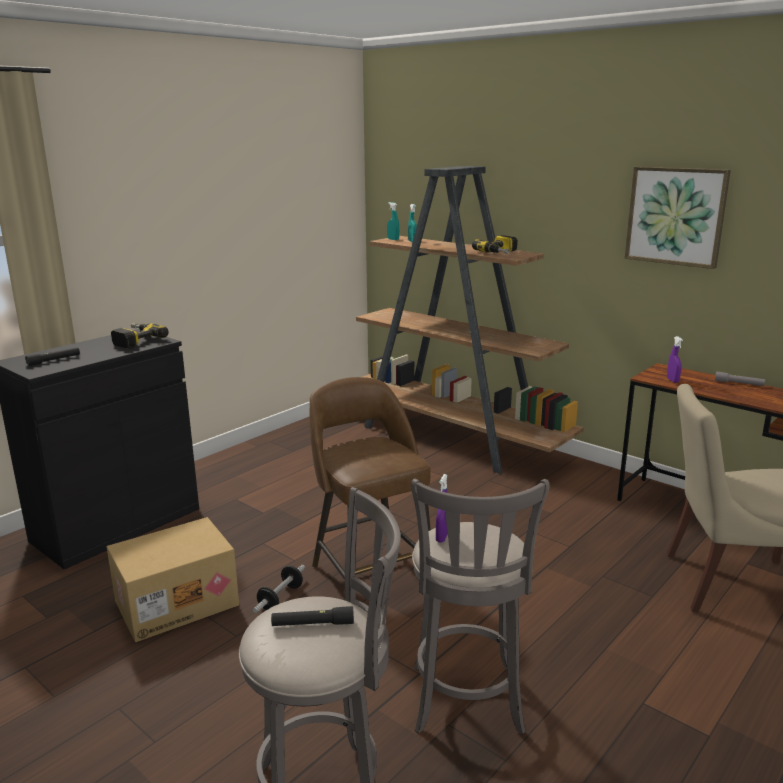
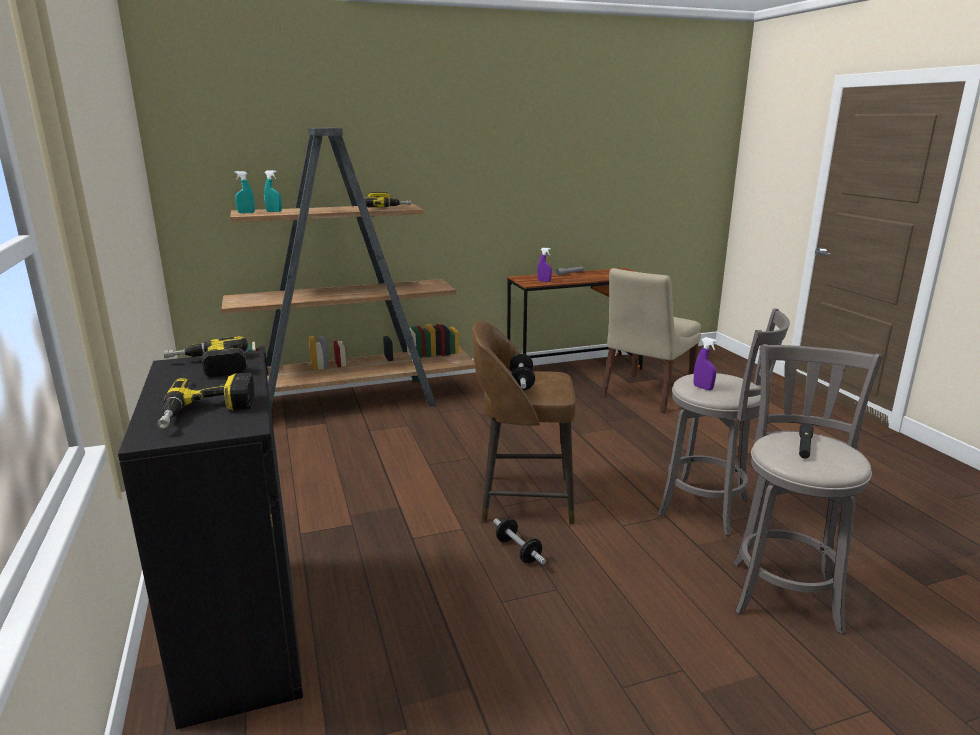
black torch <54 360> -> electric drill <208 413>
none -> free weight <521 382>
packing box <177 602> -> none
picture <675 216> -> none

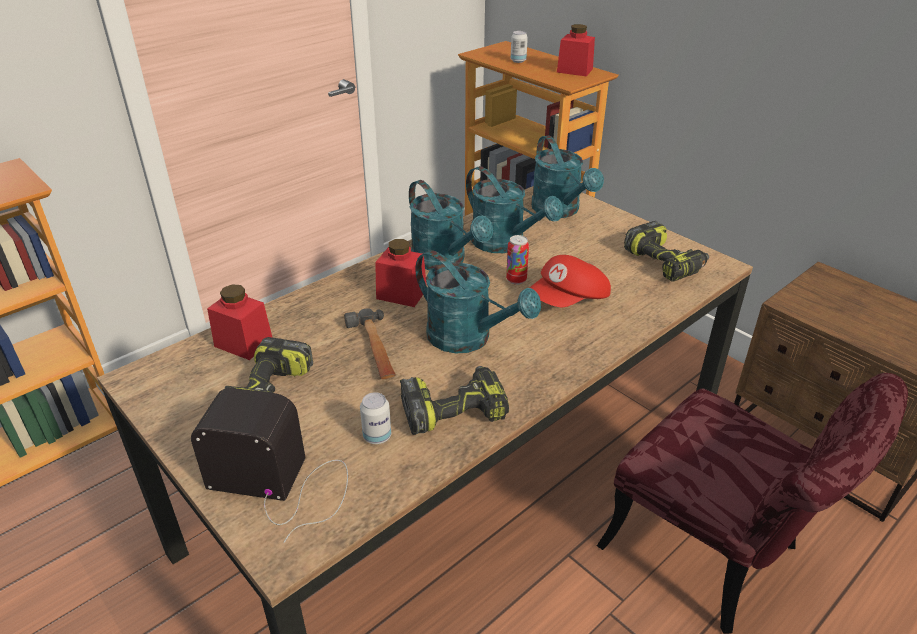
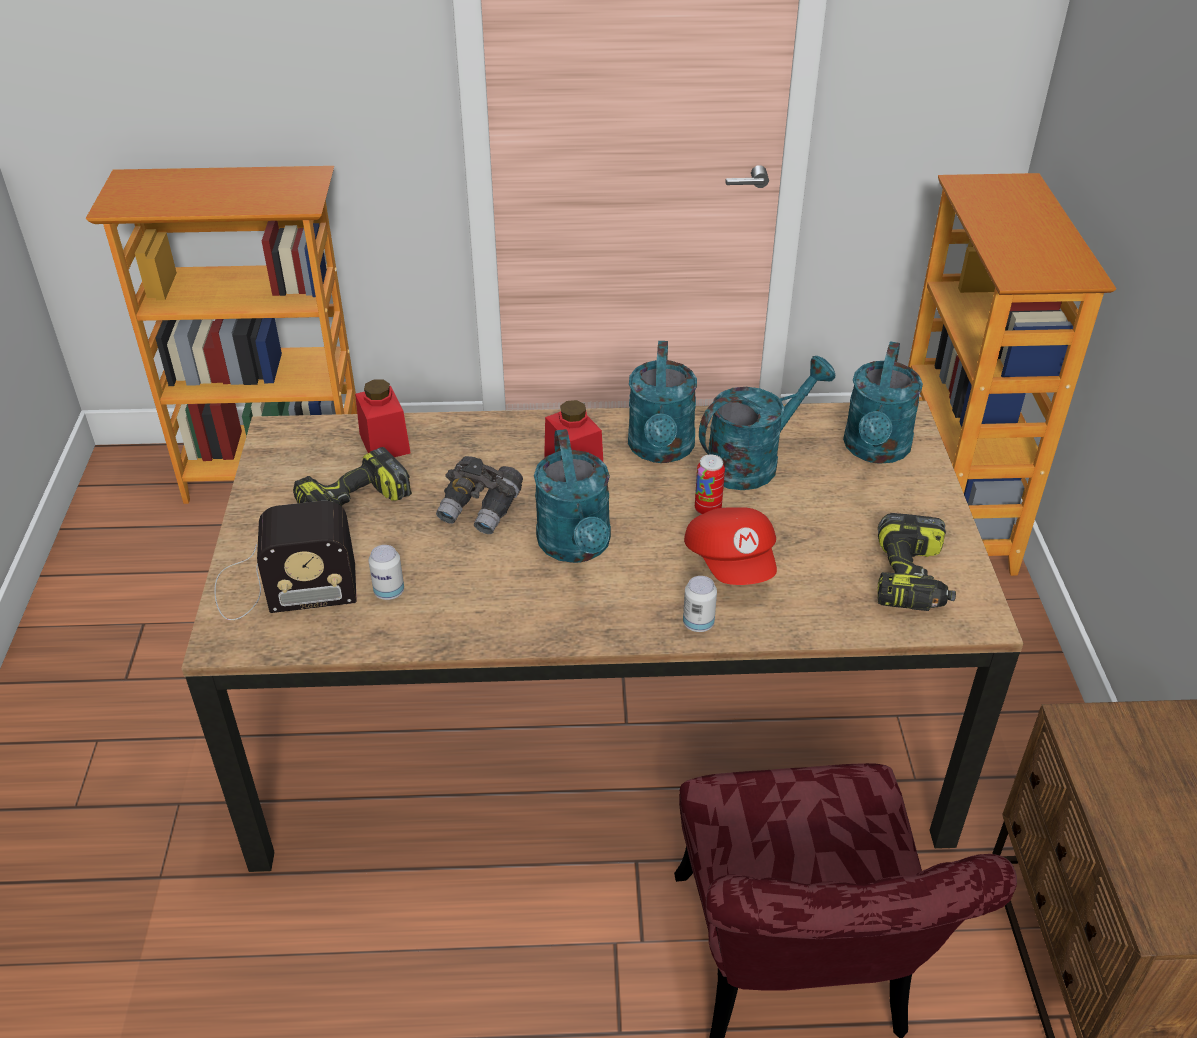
radio set <283 483> -> radio set <281 587>, 120 degrees clockwise
tool hammer <374 349> -> gray pair of binoculars <481 509>
metal can <518 61> -> metal can <698 623>, shifted
red-coloured peaked cap <569 301> -> red-coloured peaked cap <732 563>, 105 degrees counterclockwise
blue-green watering can <505 244> -> blue-green watering can <753 461>, 120 degrees counterclockwise
electric drill <454 409> -> none
red-coloured preserve jar <574 70> -> none

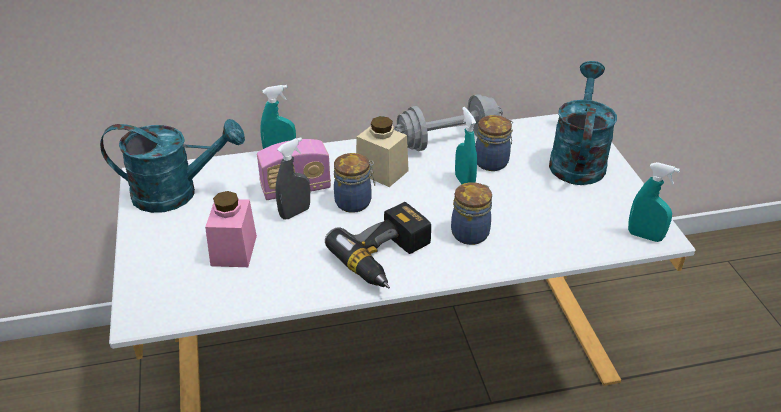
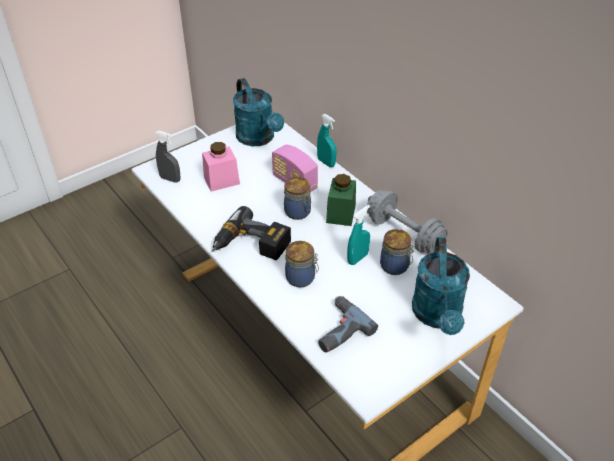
gray sprayer <295 213> -> gray sprayer <170 179>, shifted
none -> electric drill <338 329>
sand-coloured preserve jar <382 171> -> green-coloured preserve jar <341 213>
blue-green watering can <577 159> -> blue-green watering can <438 316>, 105 degrees clockwise
blue-green sprayer <645 236> -> none

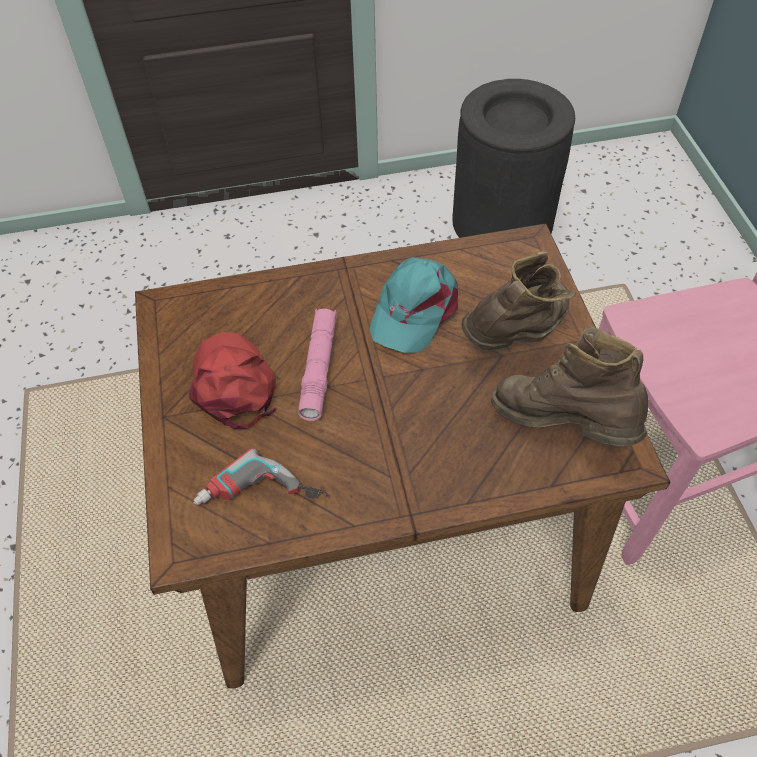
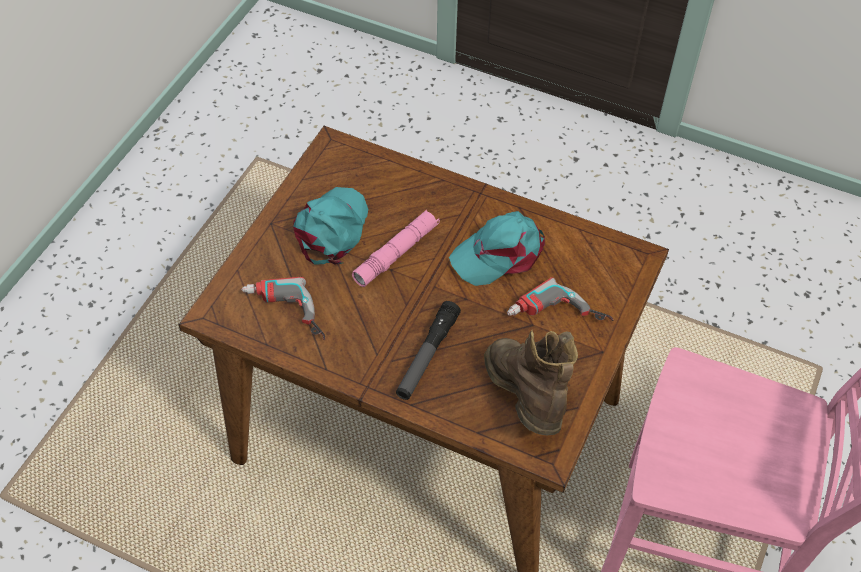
red-coloured peaked cap <233 384> -> blue-green peaked cap <331 229>
none -> torch <427 355>
brown high-top boot <518 336> -> electric drill <557 319>
black waste bin <503 221> -> none

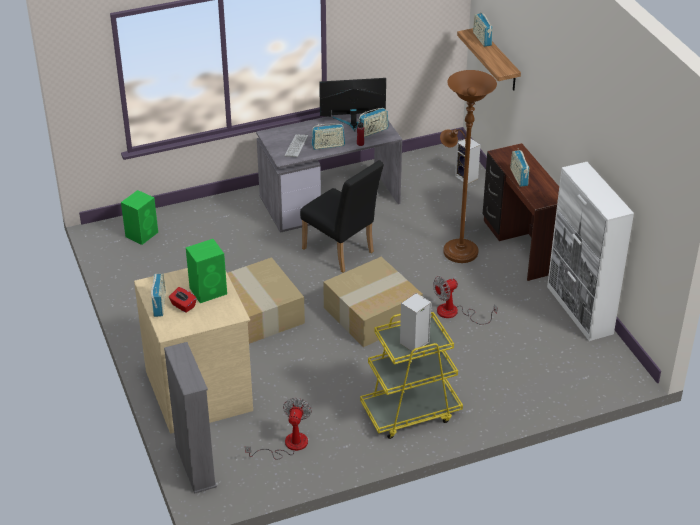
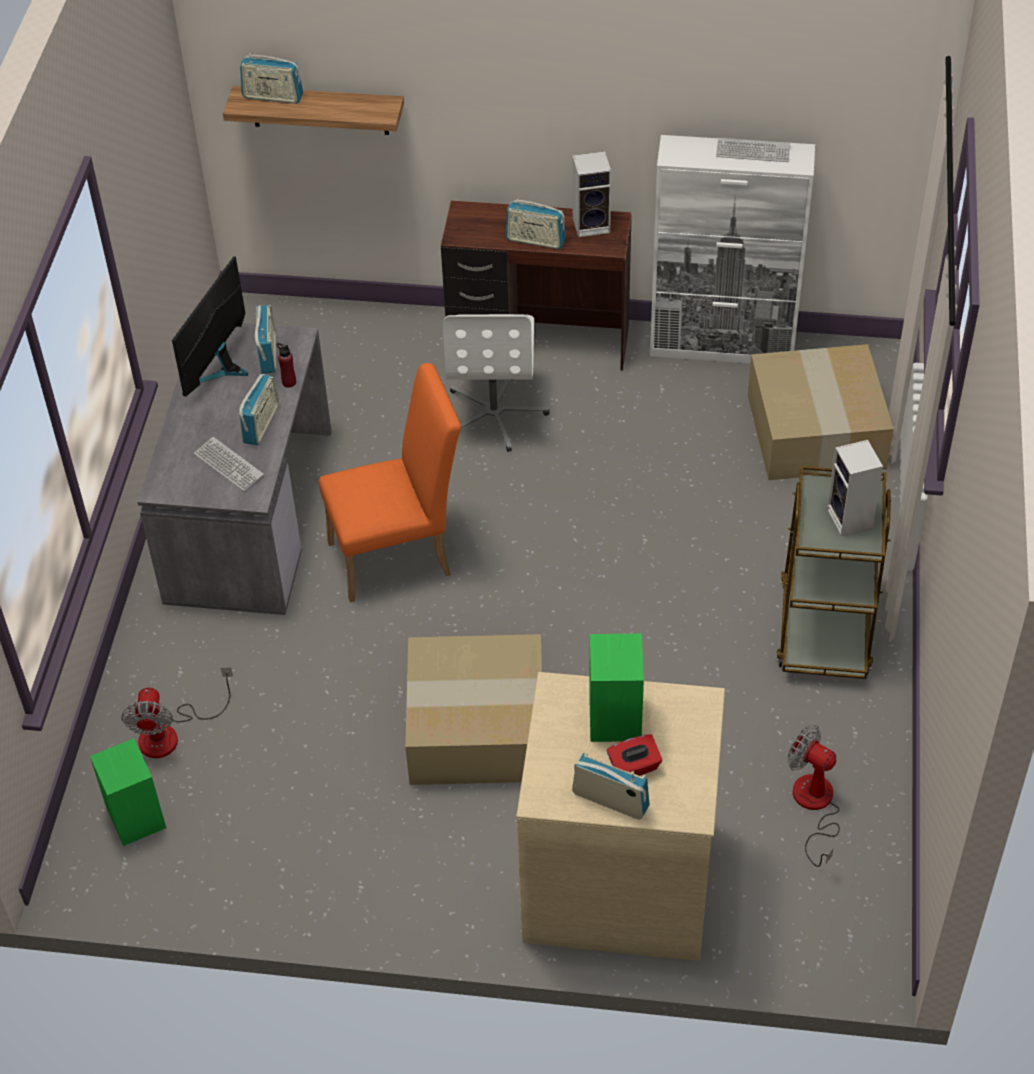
fan <455 313> -> fan <171 733>, shifted
black chair <341 252> -> orangey chair <399 556>
brown floor lamp <458 249> -> whitish office chair <495 414>
audio speaker <467 177> -> audio speaker <592 224>, shifted
none -> PC keyboard <753 151>
packing box <372 315> -> packing box <818 433>, shifted
yellow-coloured trolley <410 412> -> brown trolley <824 626>
gray shelving unit <195 466> -> none

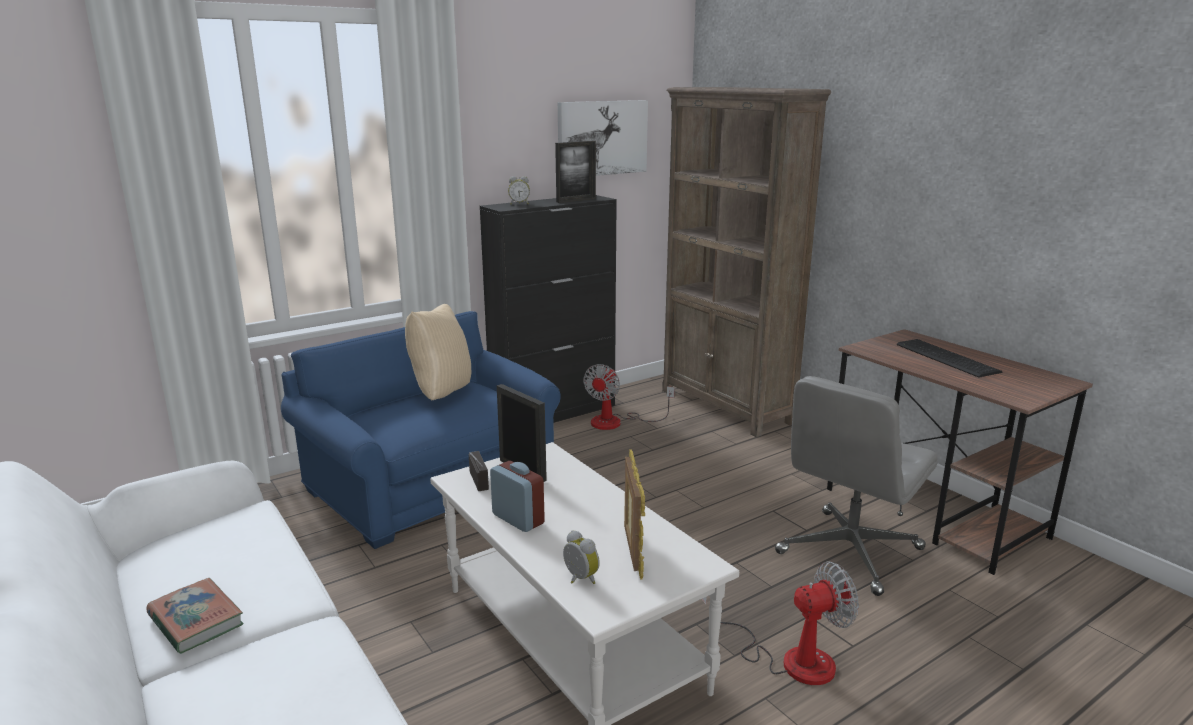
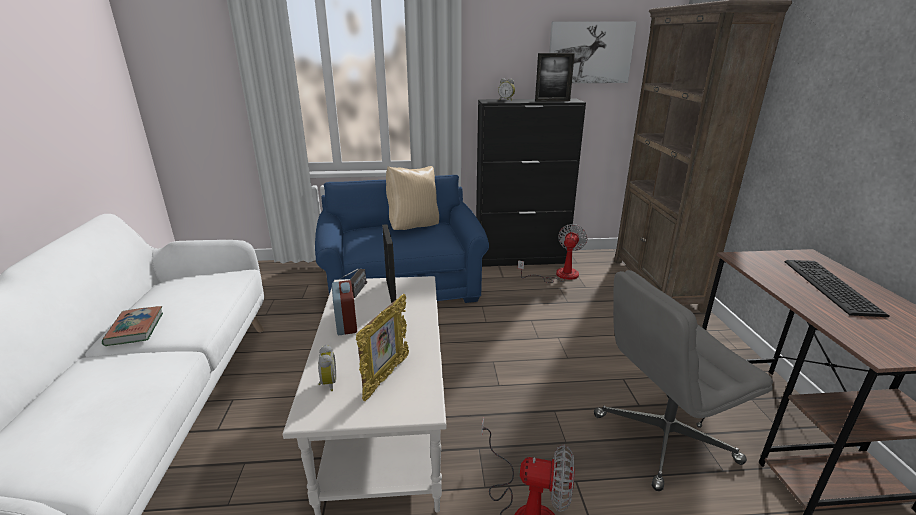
fan <617 422> -> fan <559 275>, 150 degrees clockwise

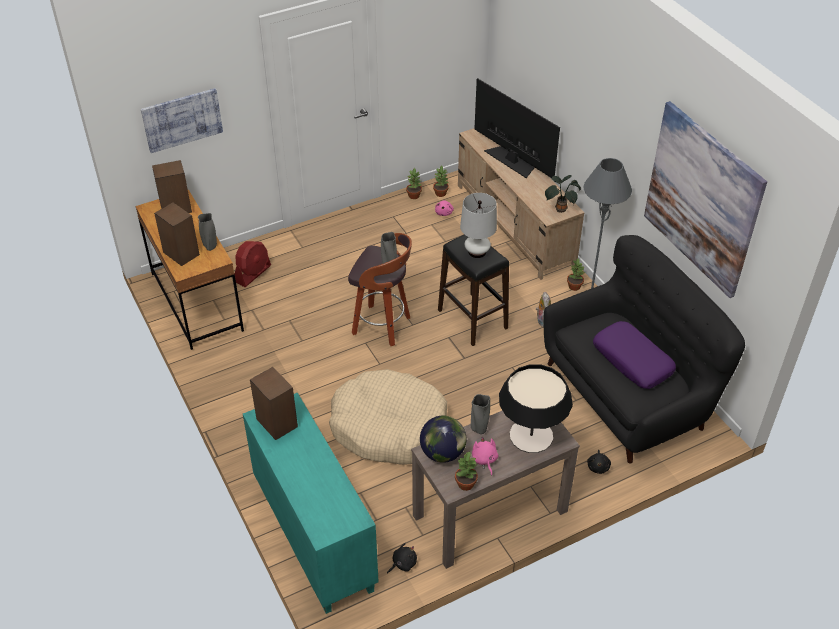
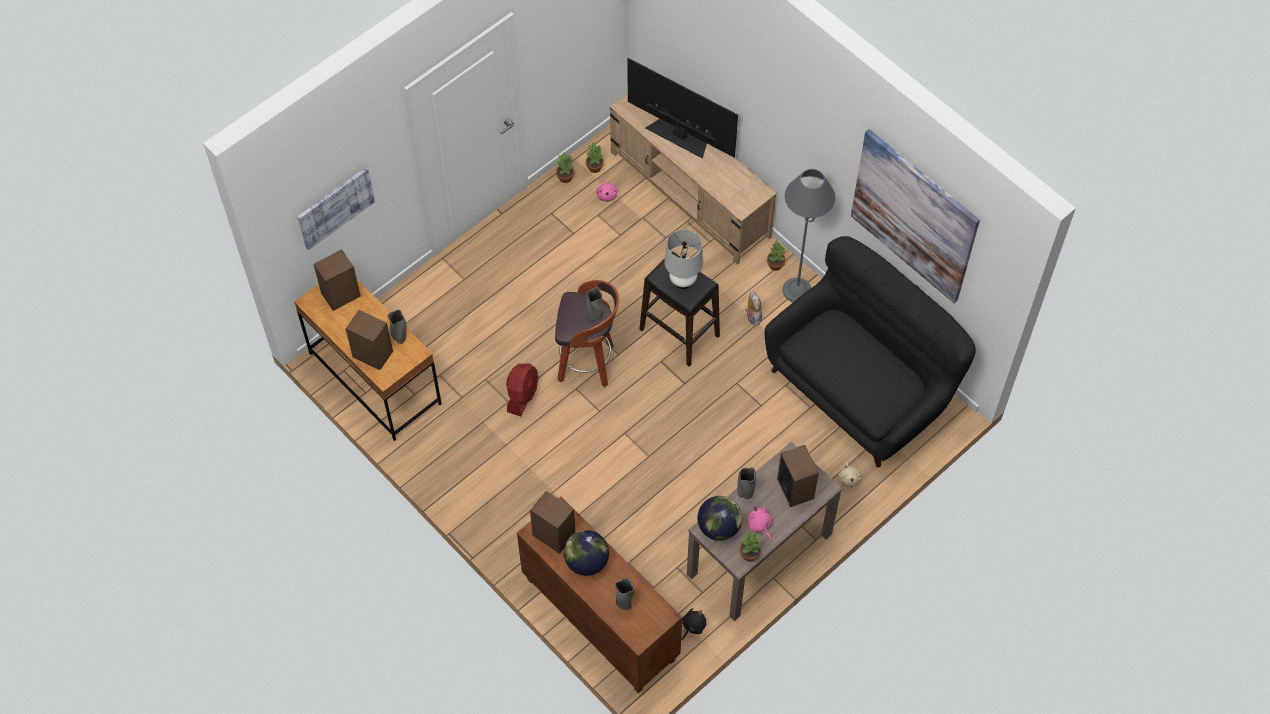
red-coloured fan <253 274> -> red-coloured fan <522 395>, shifted
blue-green storage cabinet <313 536> -> brown storage cabinet <599 619>
none -> globe <586 561>
none -> gray vase <624 604>
tabletop lamp <531 435> -> audio speaker <795 488>
black soft toy <598 466> -> sand-coloured soft toy <849 478>
sand-coloured pet bed <389 427> -> none
potted plant <560 208> -> none
purple pillow <633 361> -> none

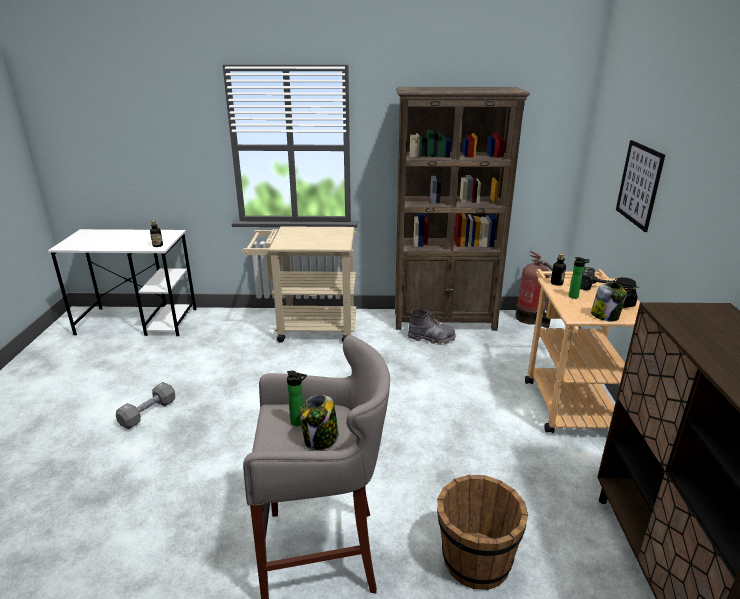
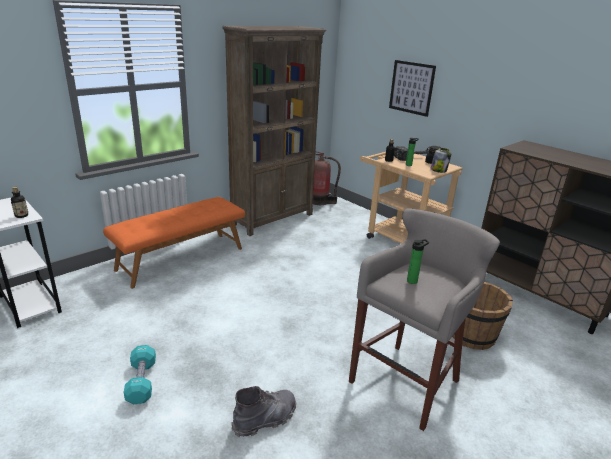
sand-coloured trolley <308 327> -> orangey long seat <181 258>
gray free weight <148 413> -> blue-green free weight <142 382>
gray high-top boot <431 338> -> gray high-top boot <265 419>, shifted
preserve jar <320 439> -> none

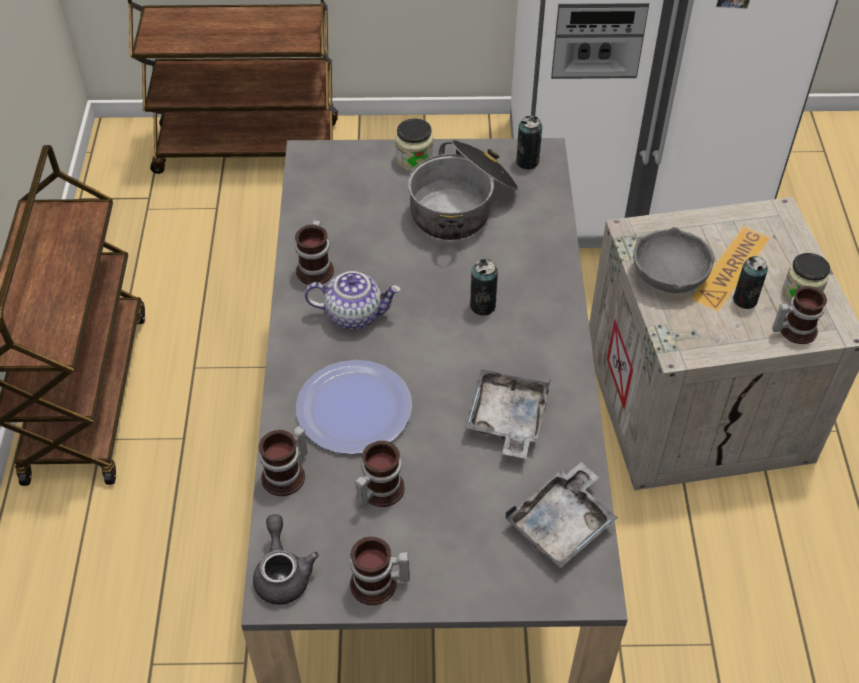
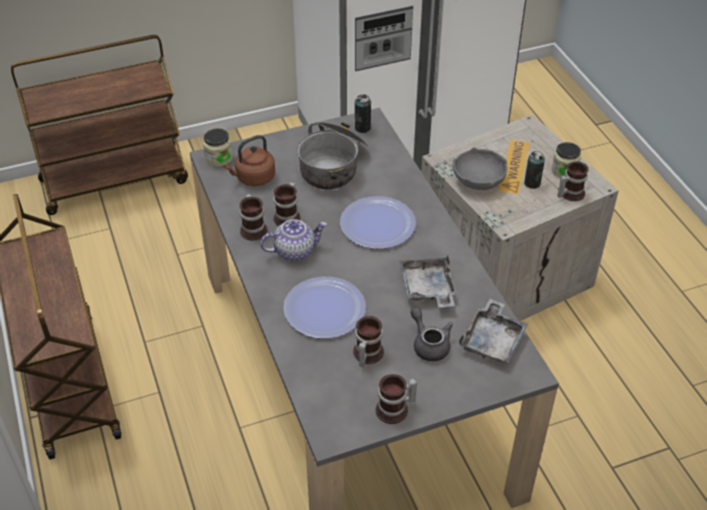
preserve jar <414 159> -> preserve jar <219 158>, shifted
none -> brown kettle <253 178>
coffee mug <288 475> -> coffee mug <289 216>, shifted
metal can <482 306> -> plate <377 224>
gray teapot <282 573> -> gray teapot <429 344>, shifted

